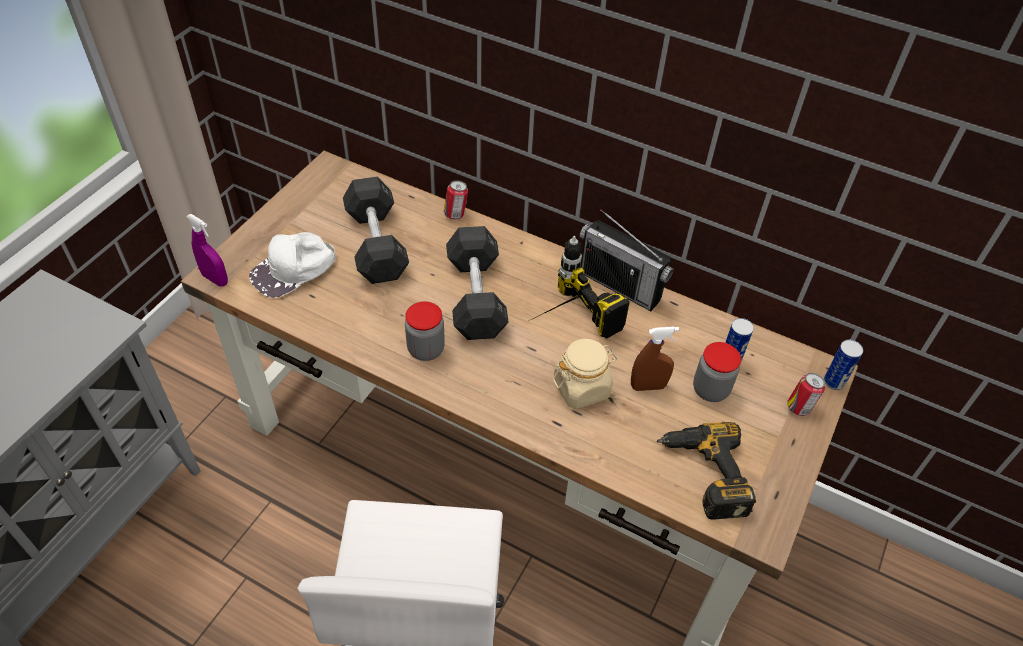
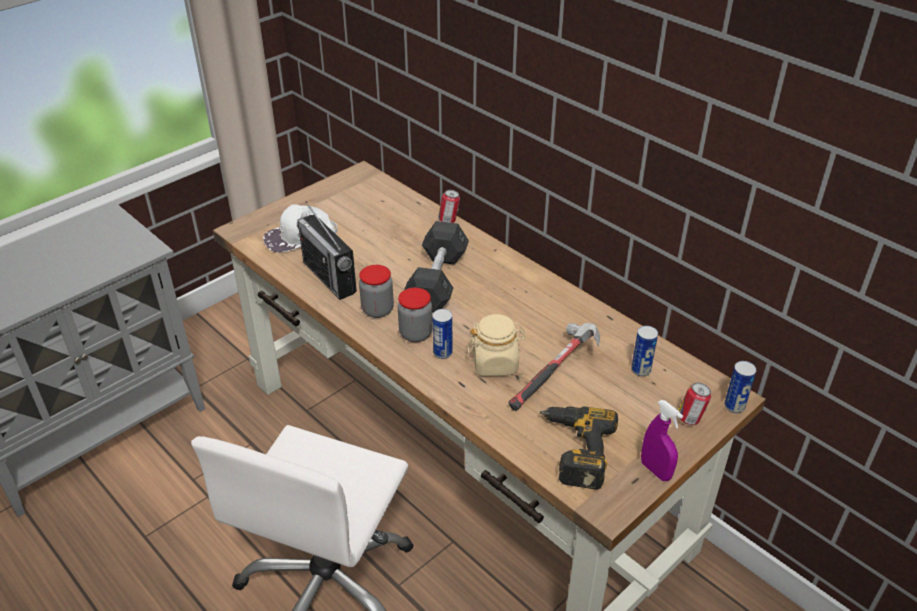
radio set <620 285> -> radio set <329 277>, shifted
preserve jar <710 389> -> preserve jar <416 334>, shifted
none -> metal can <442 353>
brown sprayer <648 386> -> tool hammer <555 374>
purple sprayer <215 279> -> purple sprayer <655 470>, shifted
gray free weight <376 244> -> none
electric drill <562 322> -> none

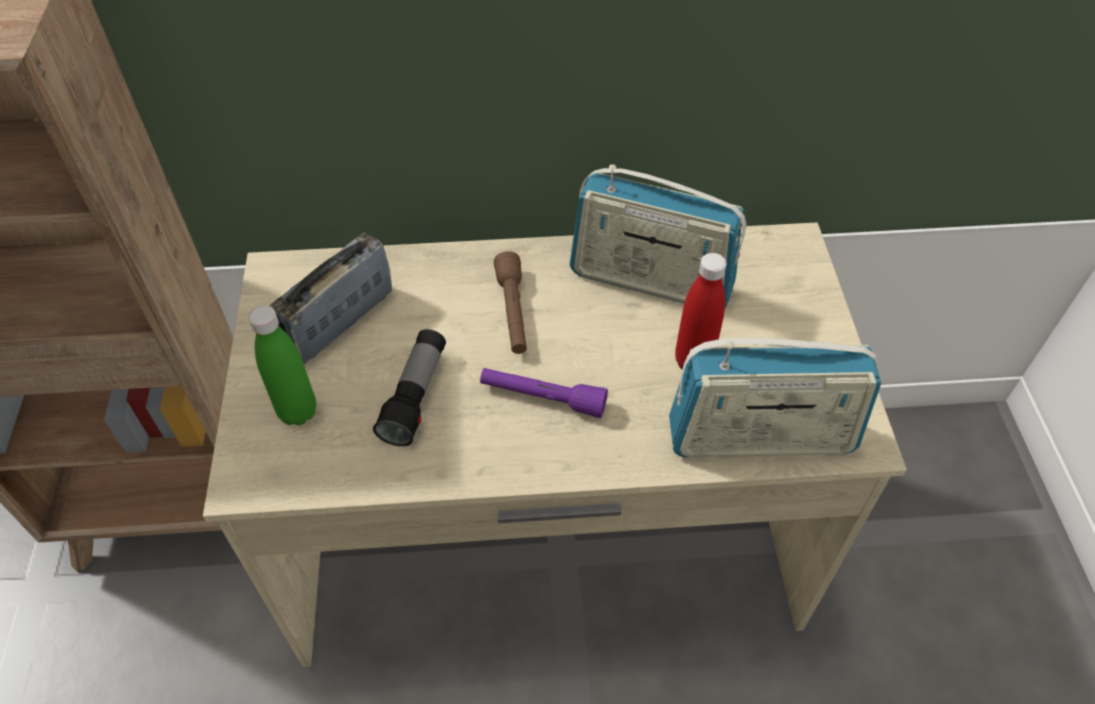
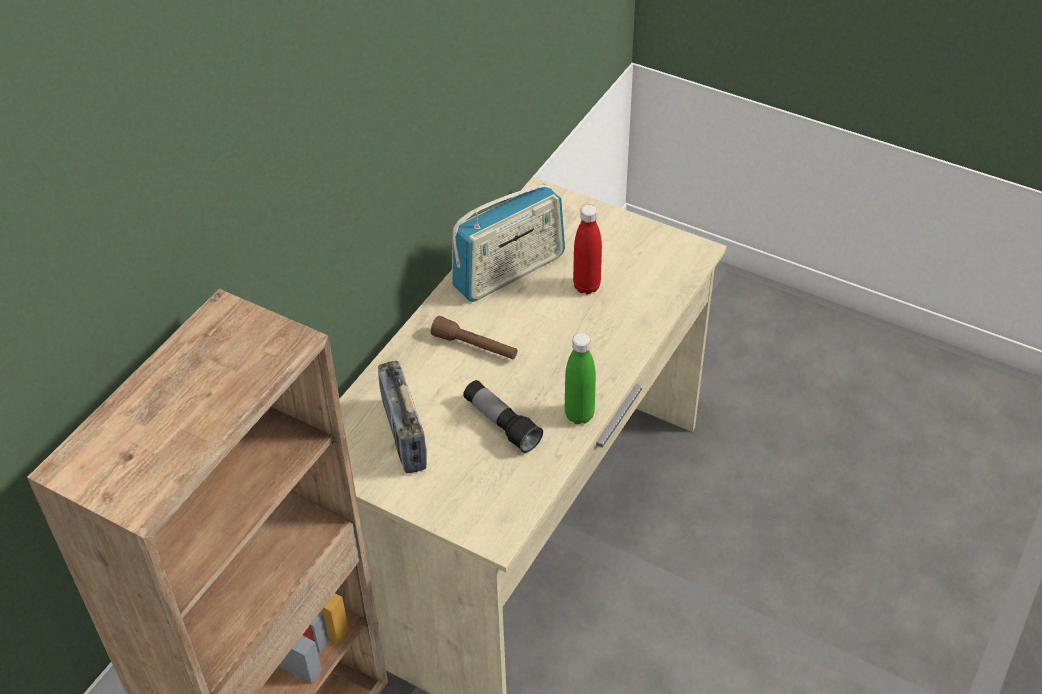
green-coloured bottle <298 412> -> green-coloured bottle <579 415>, shifted
purple torch <542 398> -> none
radio set <760 438> -> none

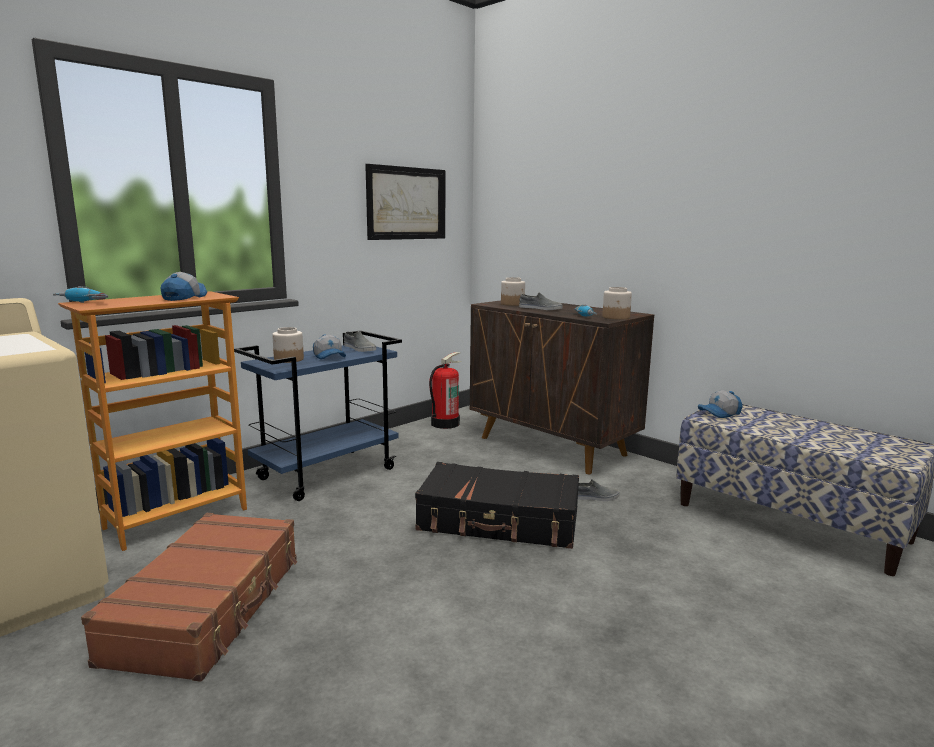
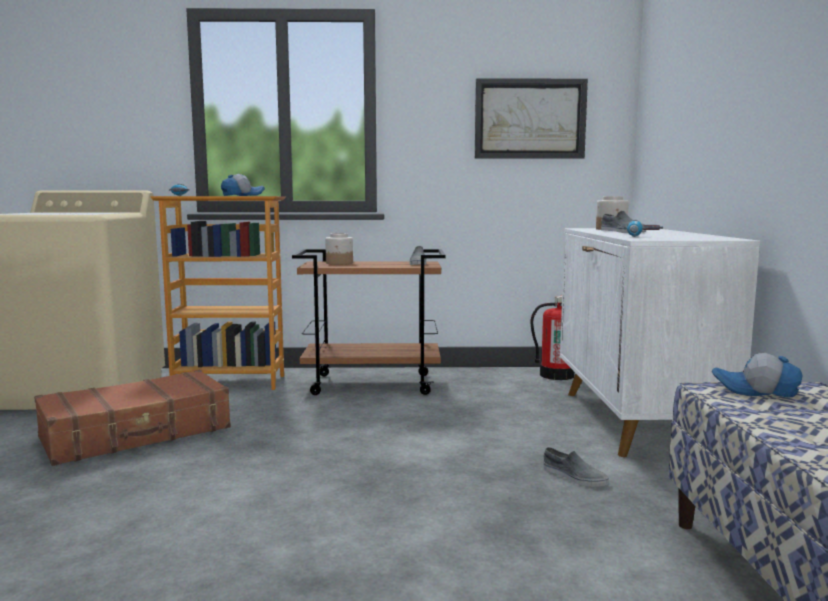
bluish trolley <328 473> -> brown trolley <373 384>
brown storage cabinet <553 446> -> whitish storage cabinet <635 421>
peaked cap <330 356> -> none
black piece of luggage <499 521> -> none
preserve jar <616 317> -> none

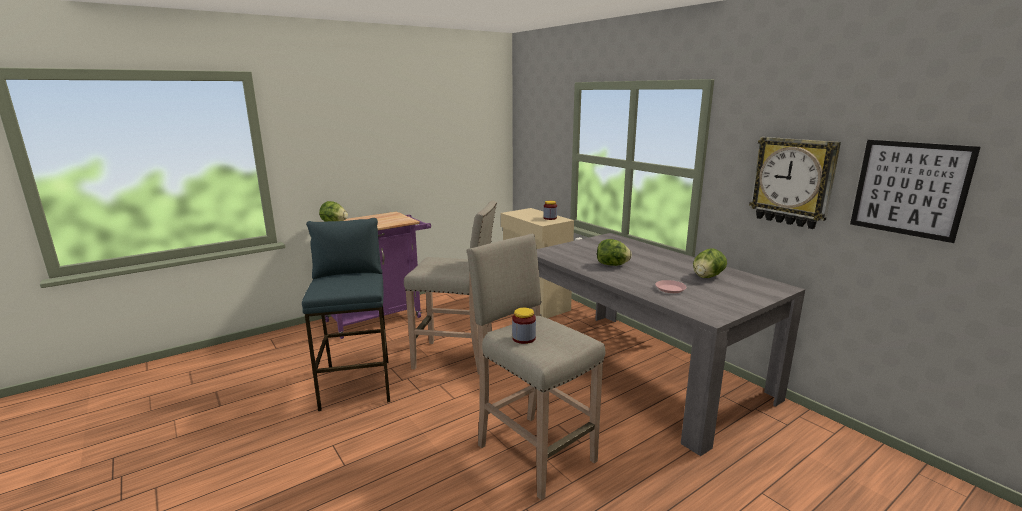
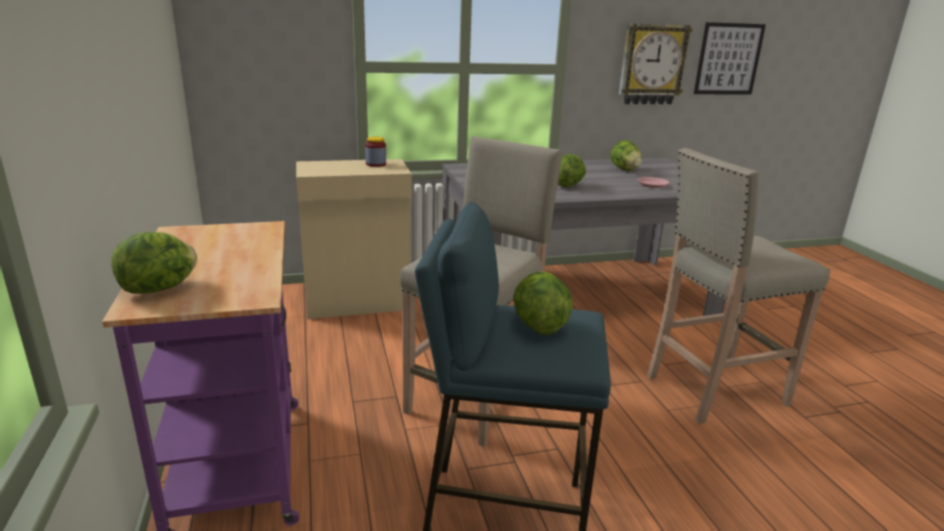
none -> lettuce head <538 325>
preserve jar <524 338> -> none

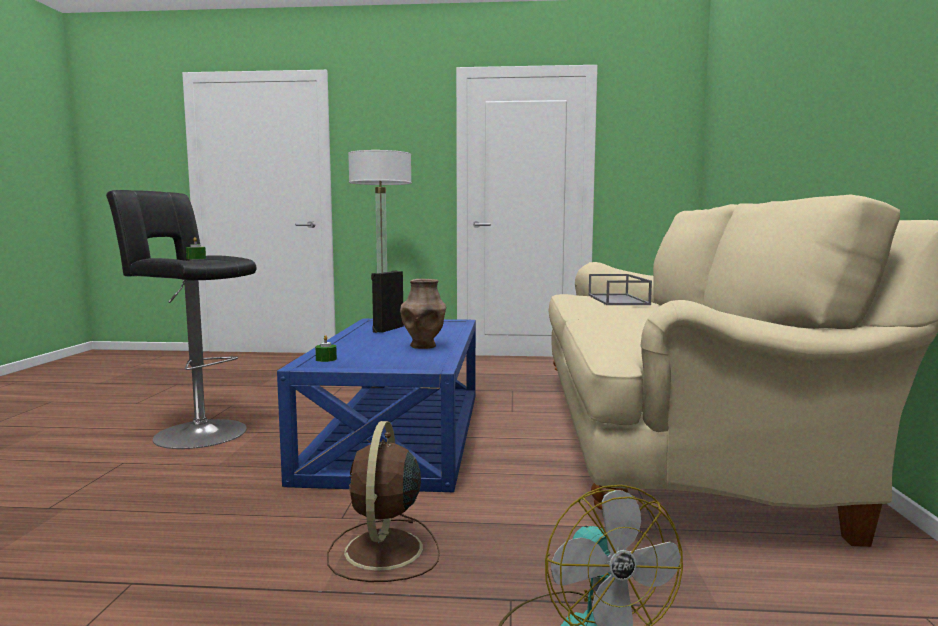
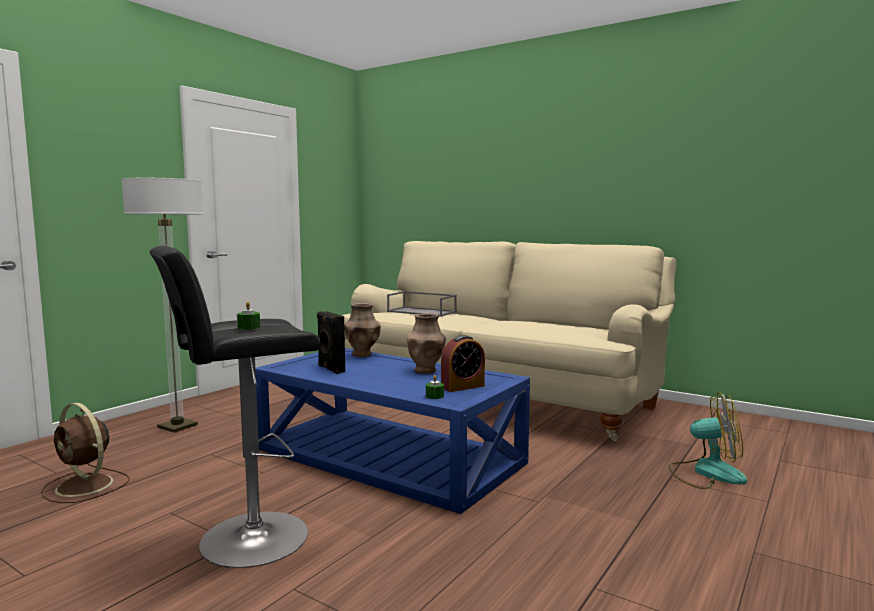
brown fan <383 551> -> brown fan <86 486>, shifted
none -> brown vase <362 354>
none -> table clock <462 387>

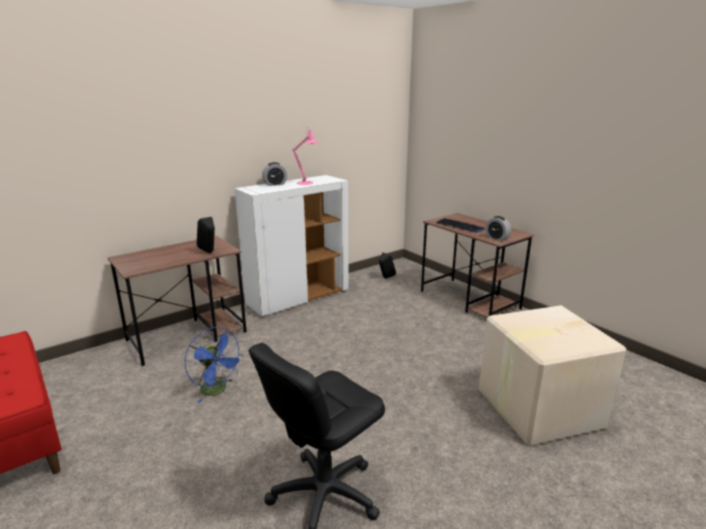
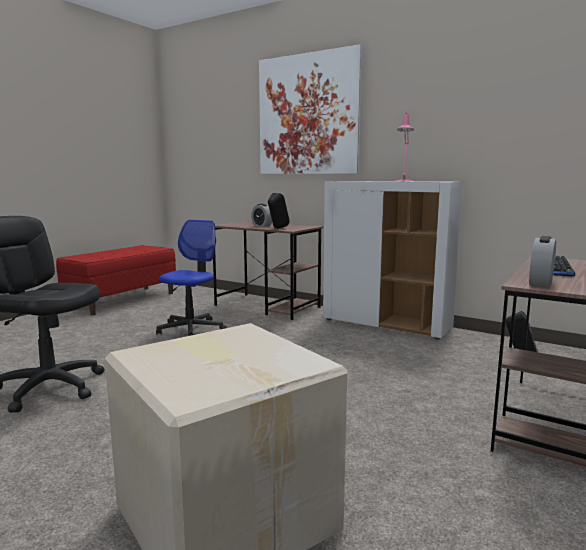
bluish fan <217 390> -> office chair <191 329>
table clock <275 184> -> table clock <262 225>, shifted
none -> picture <308 115>

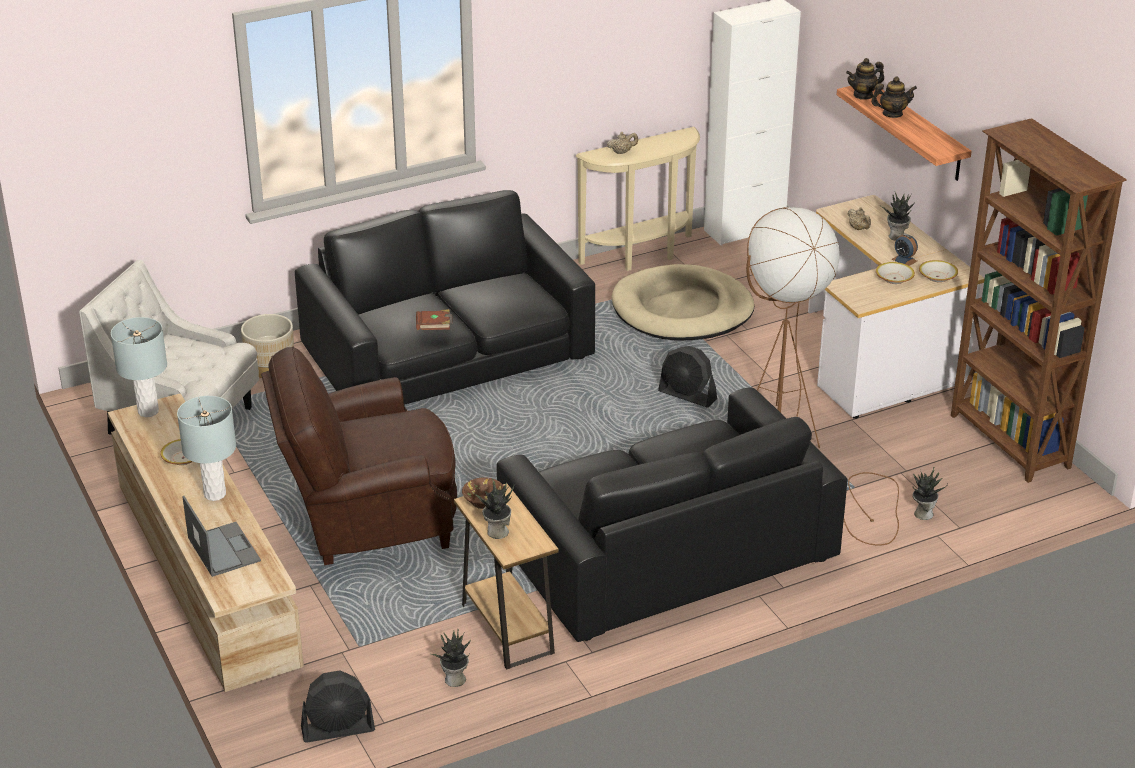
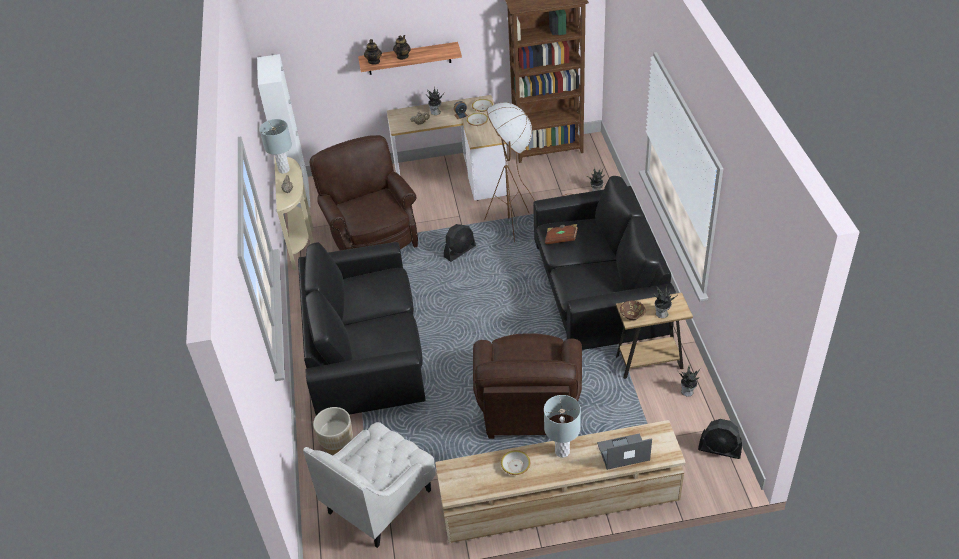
gray tabletop lamp <148 411> -> gray tabletop lamp <284 170>, shifted
sand-coloured pet bed <682 310> -> brown easy chair <371 236>
brown bound book <434 329> -> brown bound book <561 239>, shifted
black fan <338 729> -> black fan <720 449>, 105 degrees clockwise

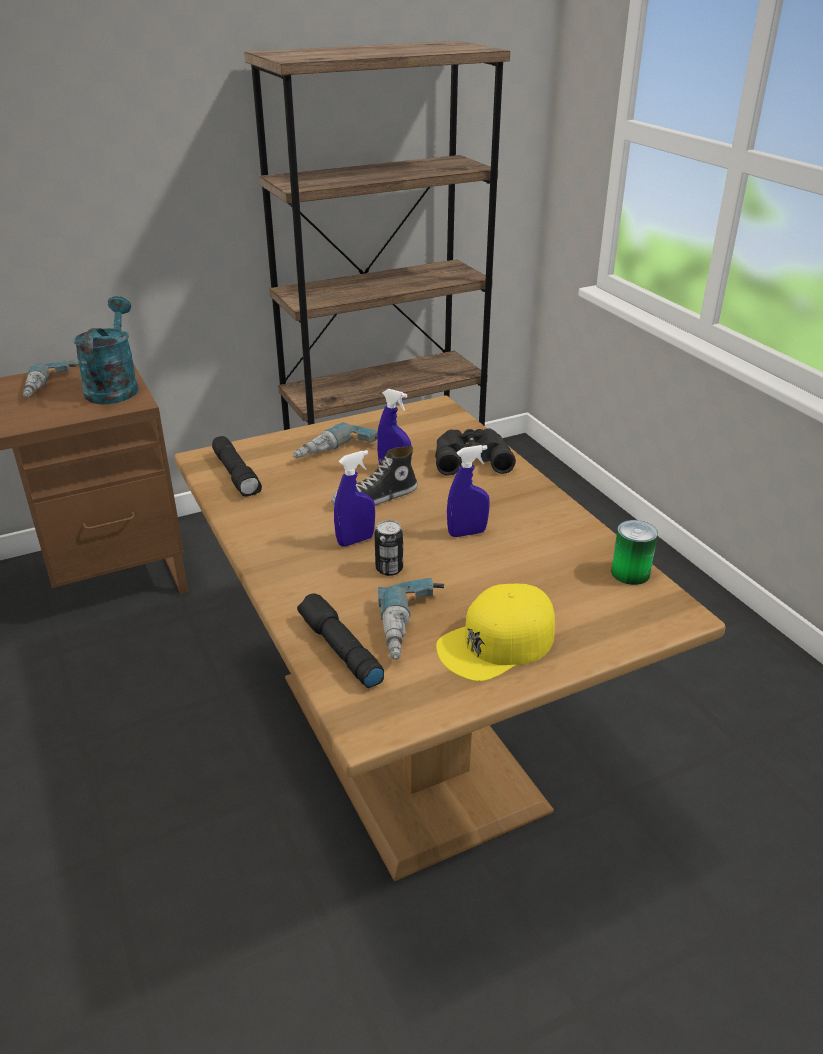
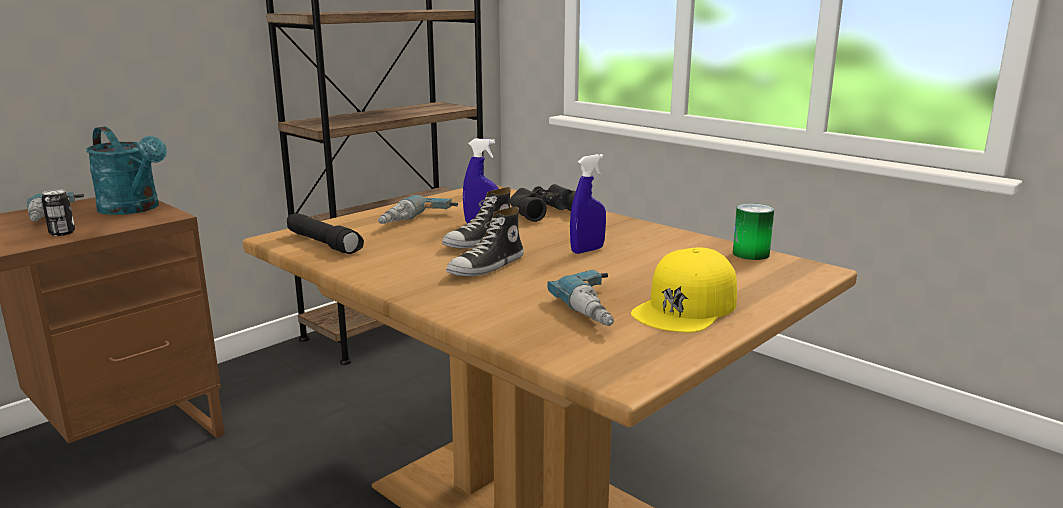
metal can <389 569> -> metal can <62 233>, shifted
blue-green watering can <114 387> -> blue-green watering can <134 209>, 150 degrees clockwise
bluish sprayer <355 540> -> item of footwear <487 267>
black torch <339 649> -> none

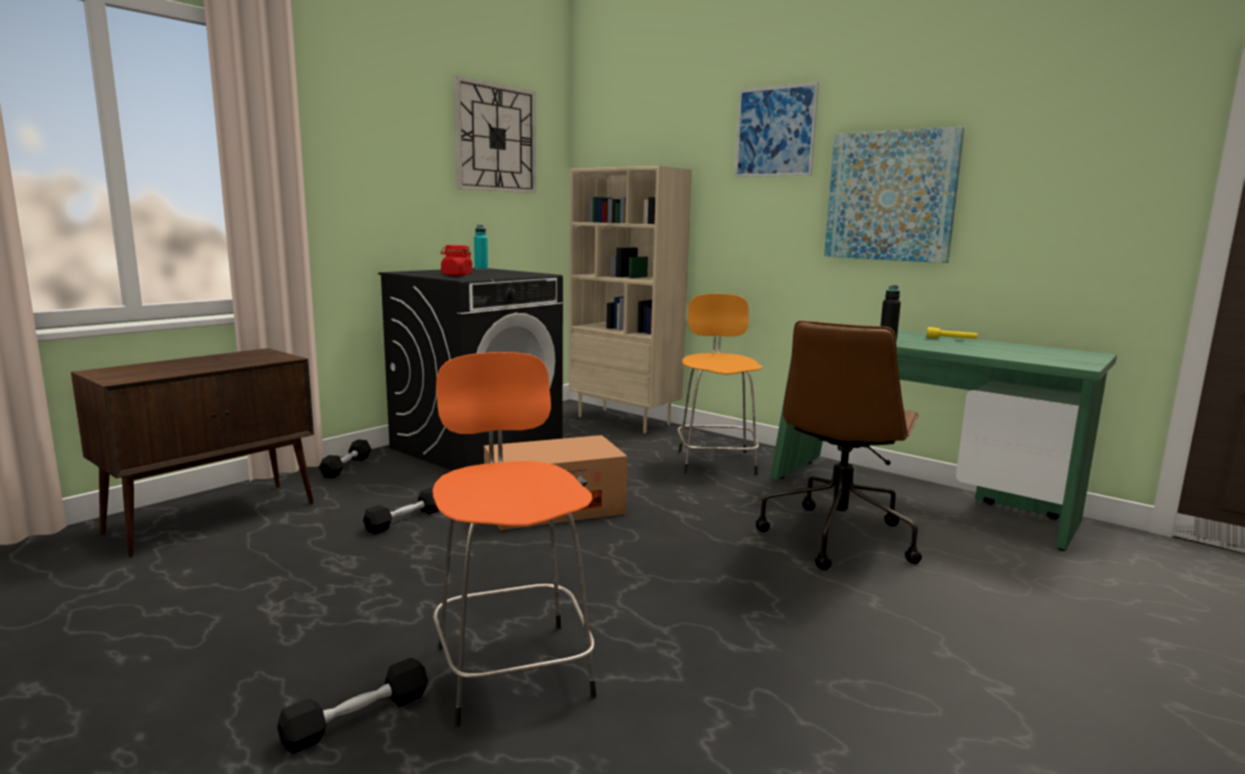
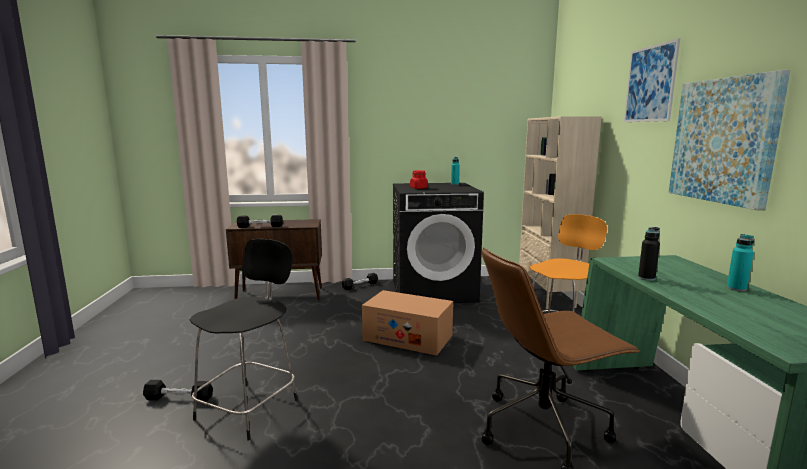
orangey sitting stool <512 667> -> black sitting stool <250 407>
black free weight <405 520> -> black free weight <260 226>, shifted
yellow-coloured torch <951 339> -> blue-green bottle <736 288>
clock on the wall <496 138> -> none

